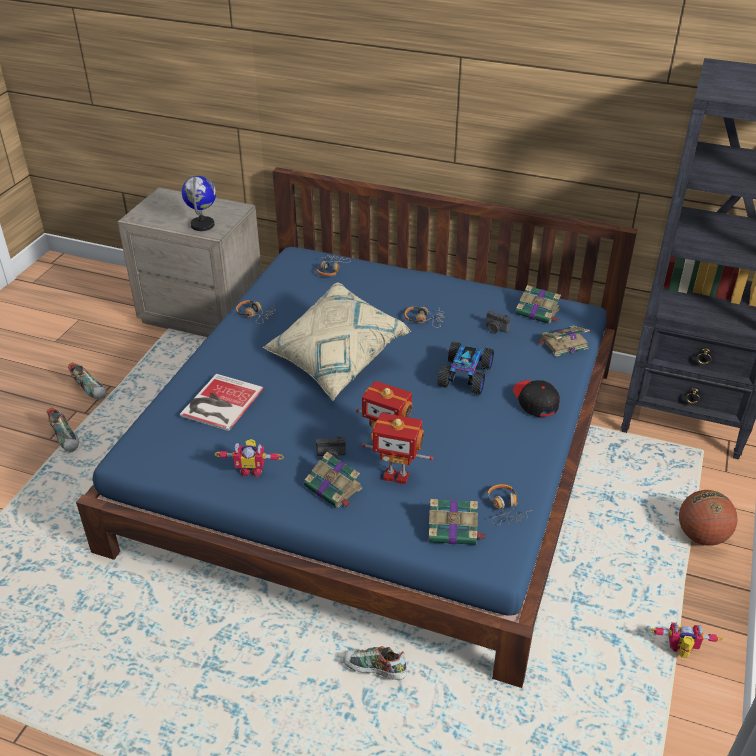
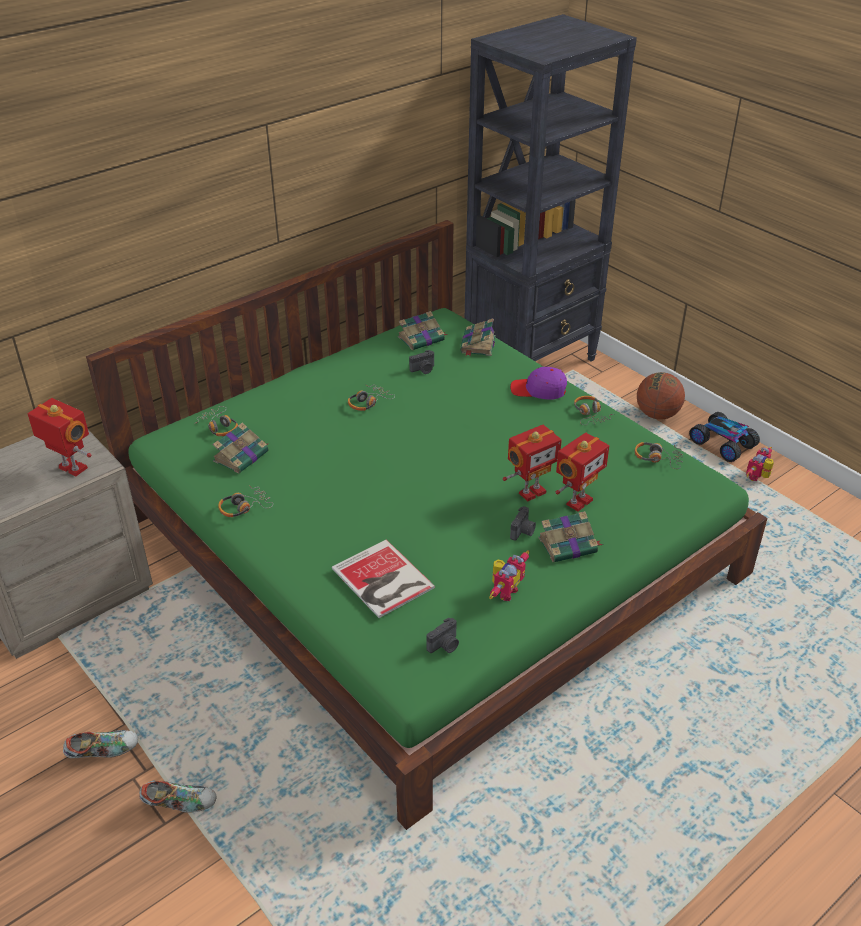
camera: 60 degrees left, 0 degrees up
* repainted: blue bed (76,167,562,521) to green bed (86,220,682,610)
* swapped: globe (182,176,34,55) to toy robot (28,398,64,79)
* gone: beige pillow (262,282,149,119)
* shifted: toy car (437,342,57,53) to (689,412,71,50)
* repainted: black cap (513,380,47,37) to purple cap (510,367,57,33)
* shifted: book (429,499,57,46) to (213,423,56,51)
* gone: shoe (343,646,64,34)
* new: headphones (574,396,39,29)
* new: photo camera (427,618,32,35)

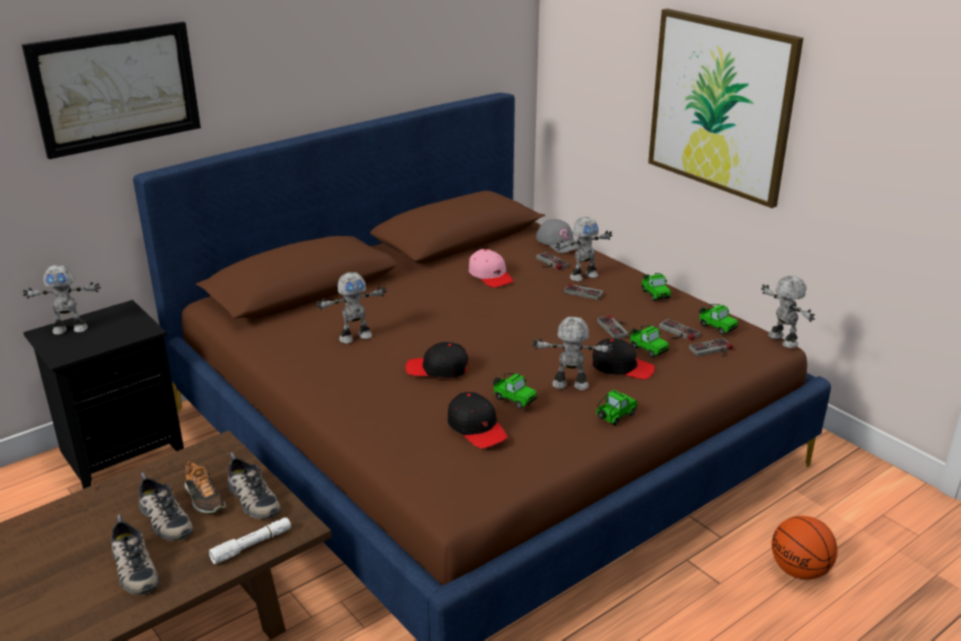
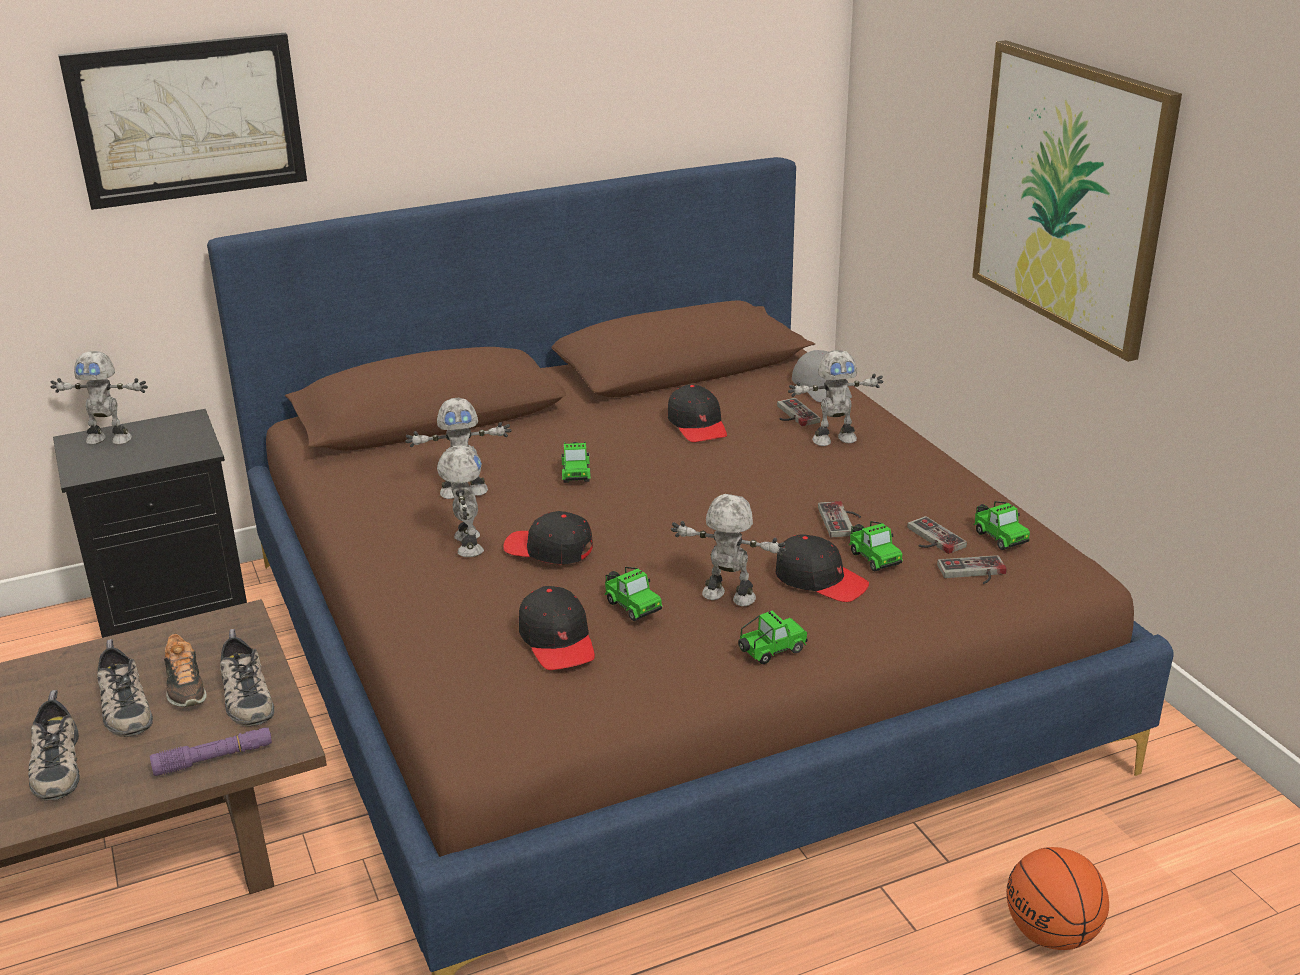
camera: 15 degrees right, 0 degrees up
* repainted: pink cap (469,249,45,39) to black cap (668,384,59,58)
* shifted: toy car (641,273,30,28) to (561,441,30,42)
* shifted: toy robot (761,275,54,73) to (437,446,47,111)
* gone: game controller (564,284,39,16)
* repainted: white flashlight (209,517,82,47) to purple flashlight (150,728,122,48)

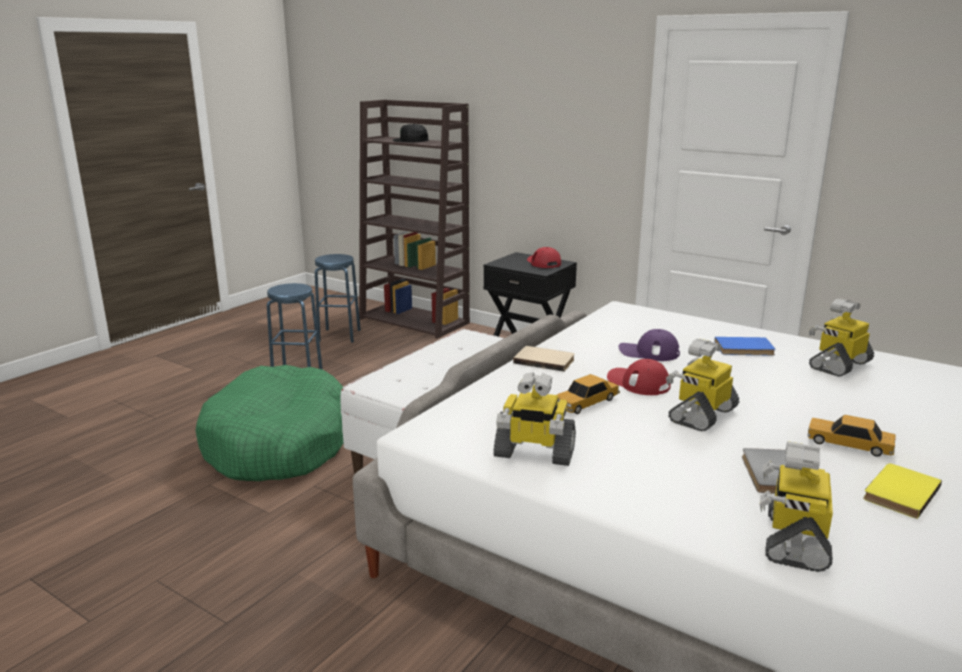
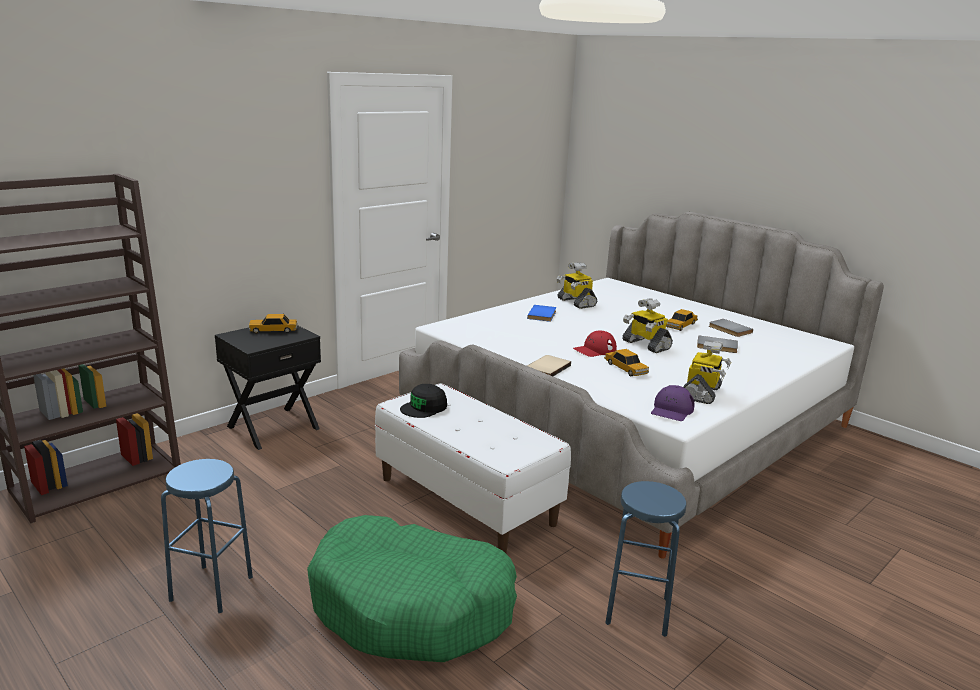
camera: 80 degrees left, 0 degrees up
* shifted: black cap (393,124,36,18) to (400,384,47,34)
* swapped: red cap (527,247,34,21) to toy car (249,314,48,19)
* shifted: blue stool (315,254,46,89) to (605,481,82,156)
* shifted: purple cap (619,329,61,32) to (651,385,44,36)
* gone: toy robot (760,441,73,131)
* repainted: yellow book (863,463,79,56) to grey book (709,319,44,18)

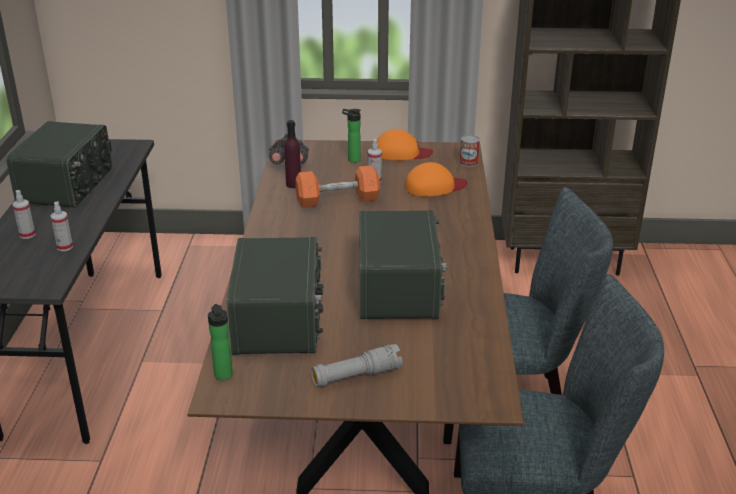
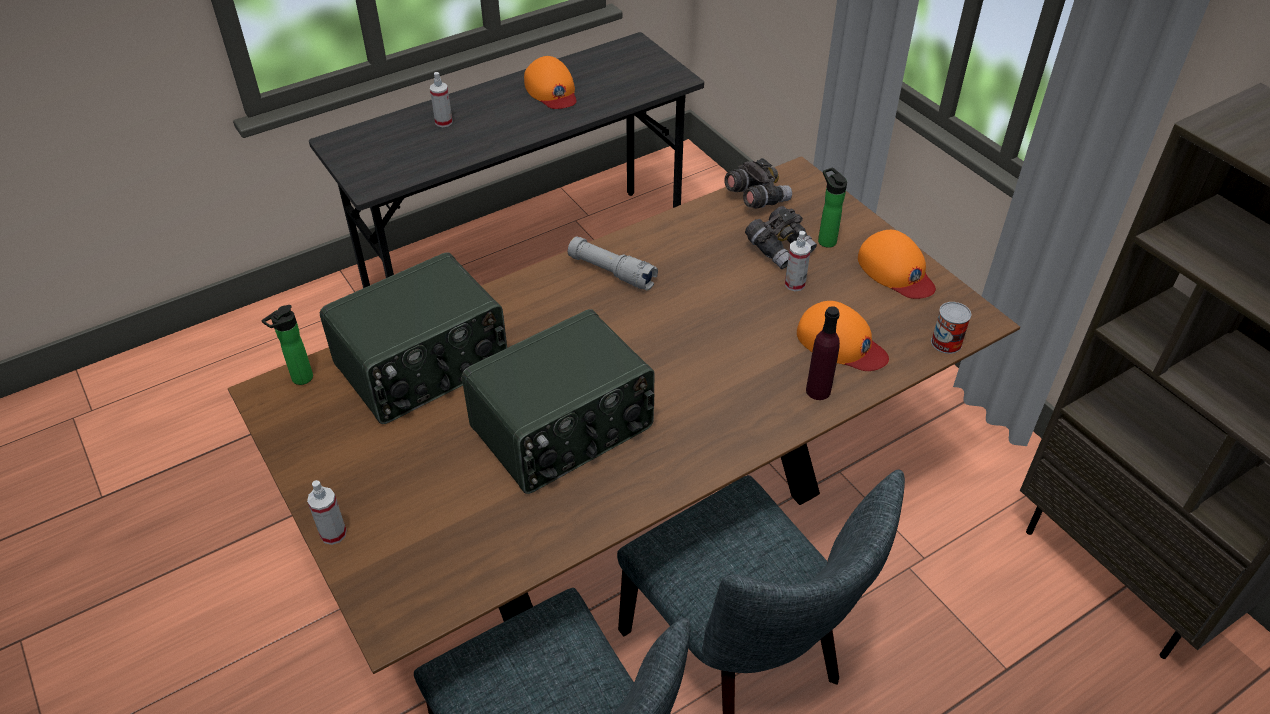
camera: 55 degrees right, 15 degrees up
* shifted: purple bottle (284,120,17,68) to (806,306,34,94)
* swapped: radio (6,121,107,87) to orange cap (524,56,53,53)
* gone: orange dumbbell (295,165,85,43)
* shifted: spray bottle (51,202,22,49) to (307,480,40,65)
* shifted: grey flashlight (311,344,91,43) to (568,237,90,54)
* new: grey binoculars (745,206,72,63)

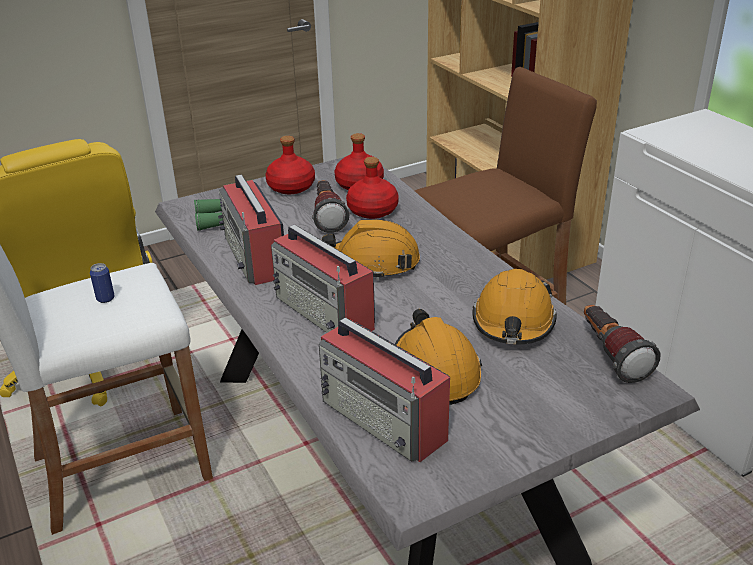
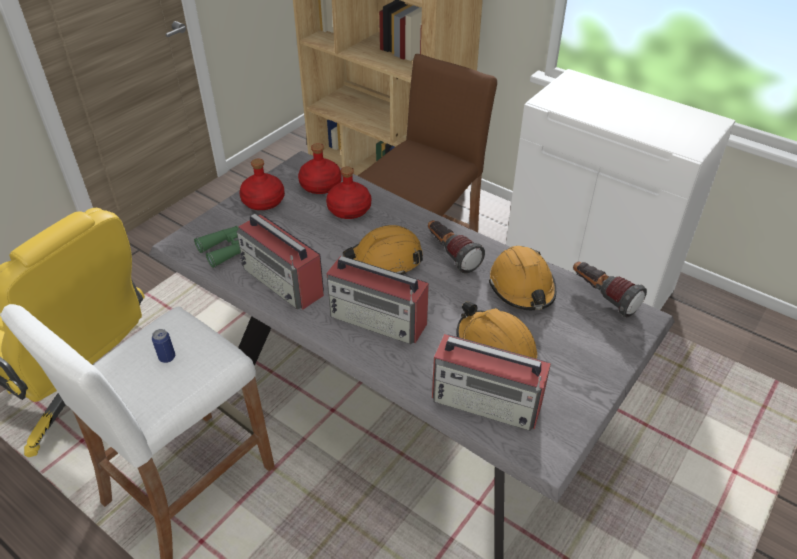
camera: 25 degrees left, 10 degrees up
* shifted: flashlight (312,180,38,53) to (428,220,57,53)

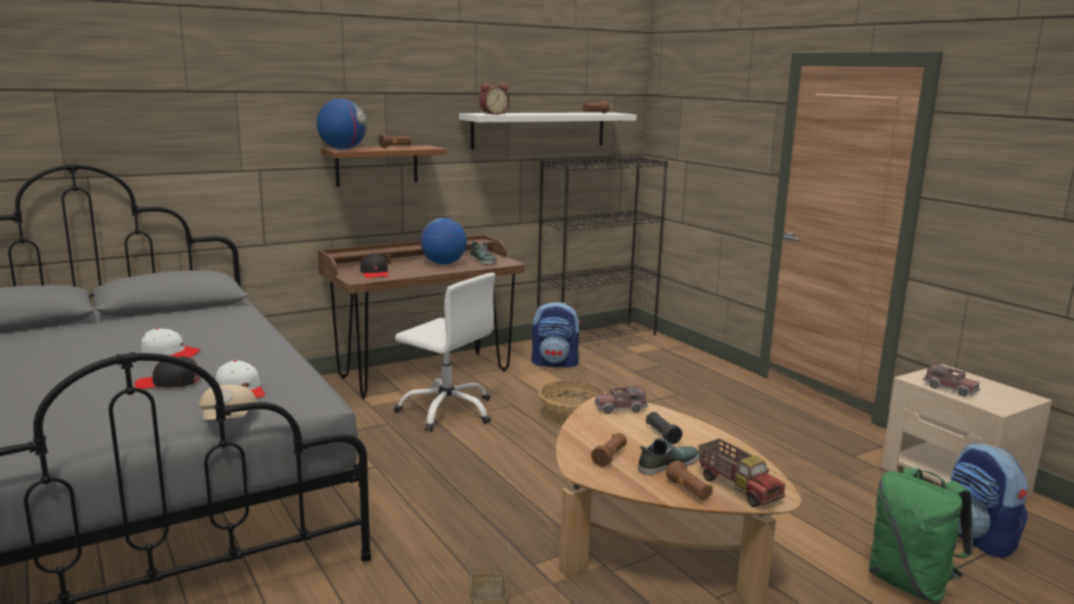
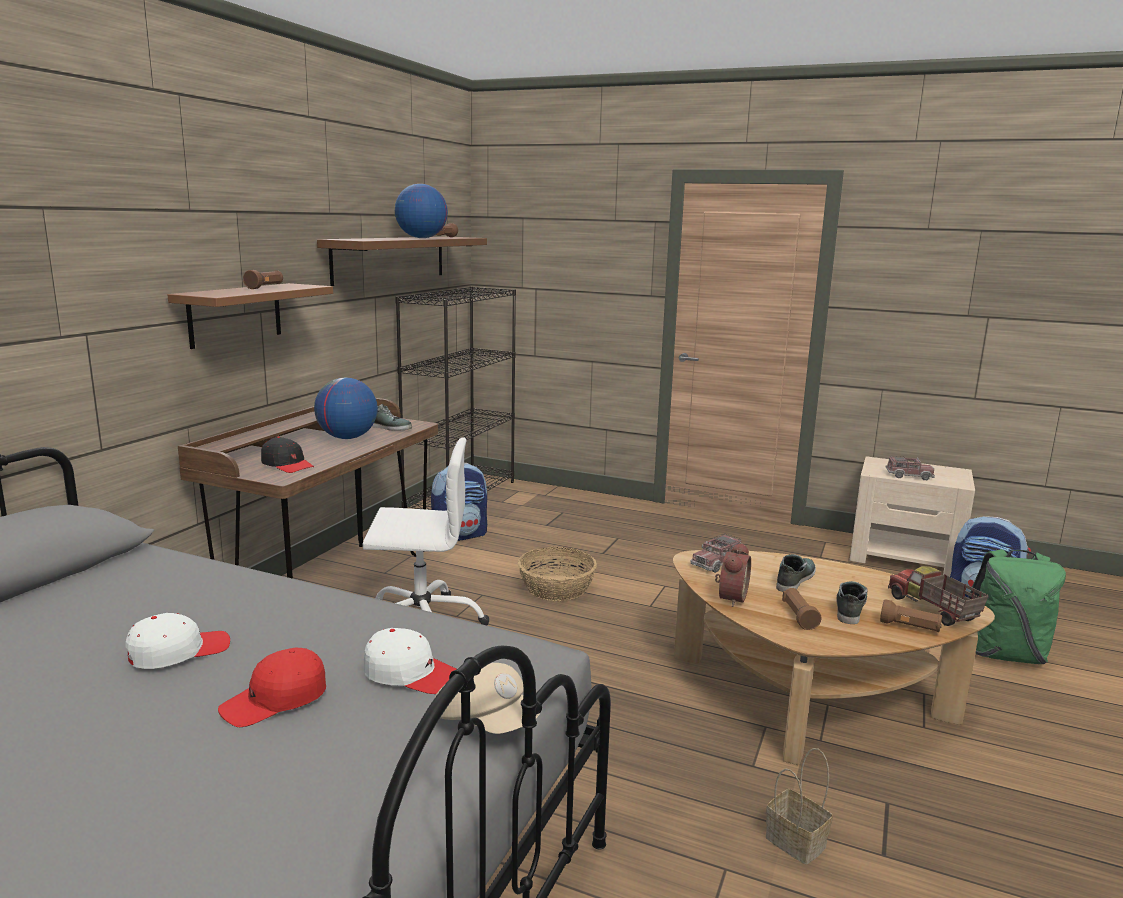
camera: 35 degrees left, 0 degrees up
* shifted: alarm clock (479,83,30,32) to (715,543,36,64)
* shifted: globe (317,99,50,50) to (395,184,53,54)
* repainted: white shelf (459,112,178,37) to brown shelf (317,237,170,49)
* repainted: black cap (134,356,66,33) to red cap (218,648,108,79)
* swapped: black flashlight (646,412,36,33) to shoe (776,554,40,38)
* rotated: toy truck (698,438,88,69) = (888,566,101,60) 135 degrees counterclockwise

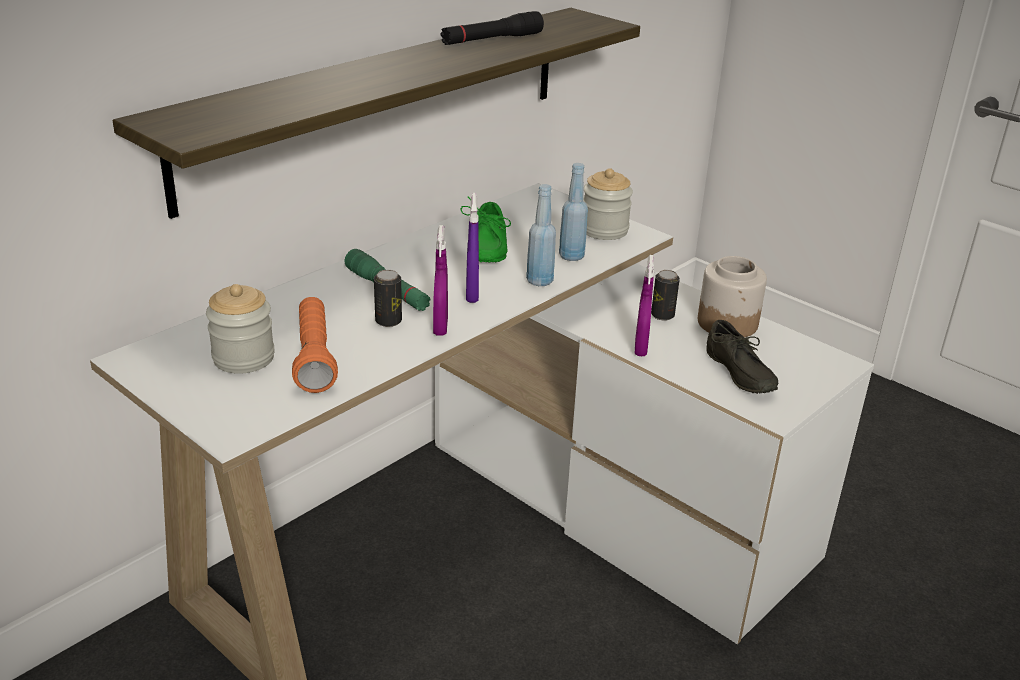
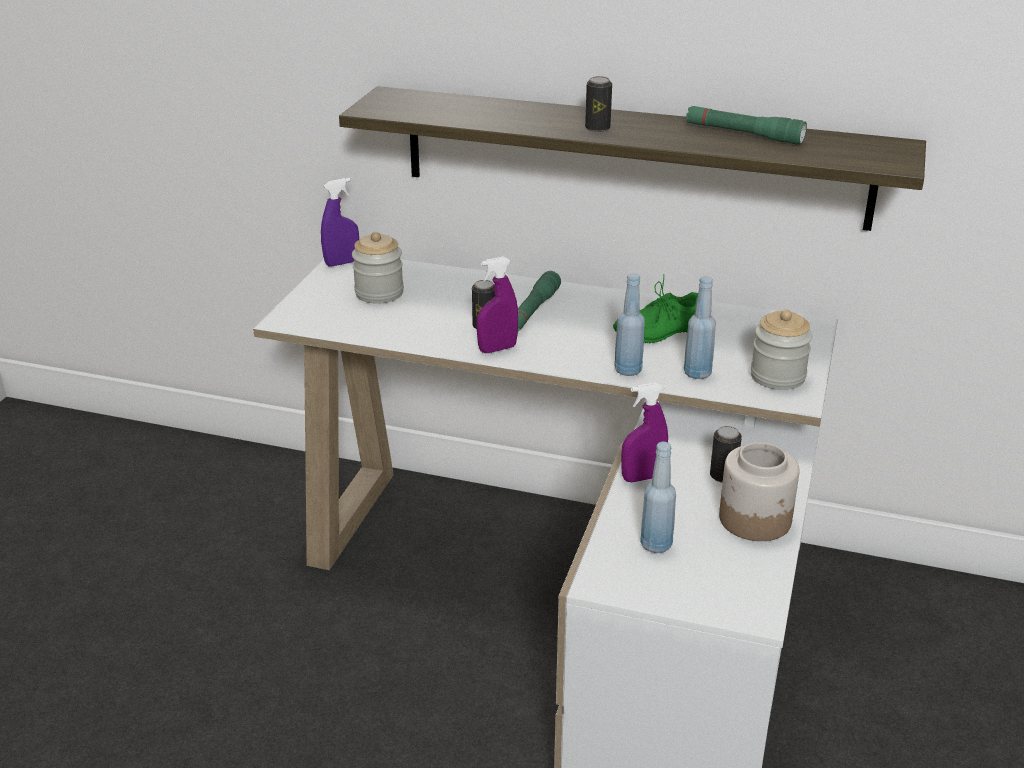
camera: 65 degrees right, 0 degrees up
* repainted: black flashlight (440,11,104,34) to green flashlight (686,106,121,39)
* shifted: purple spray bottle (466,193,13,110) to (321,178,38,89)
* gone: orange flashlight (292,297,46,96)
* swapped: grey shoe (706,320,72,74) to blue bottle (640,442,36,111)
* new: can (585,76,27,56)

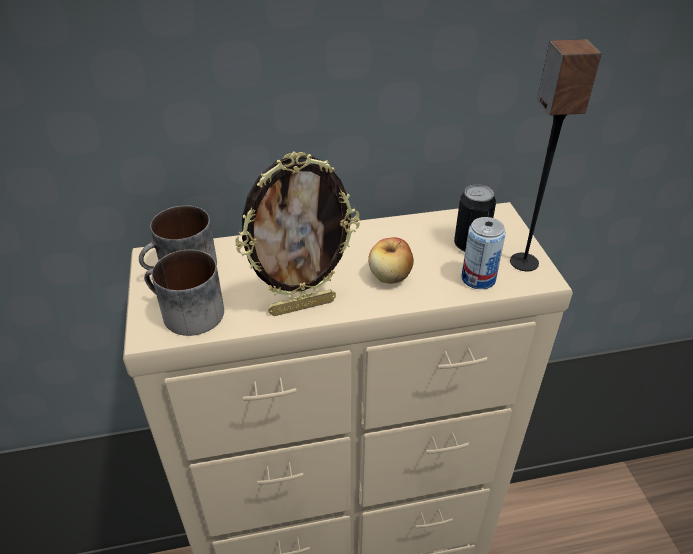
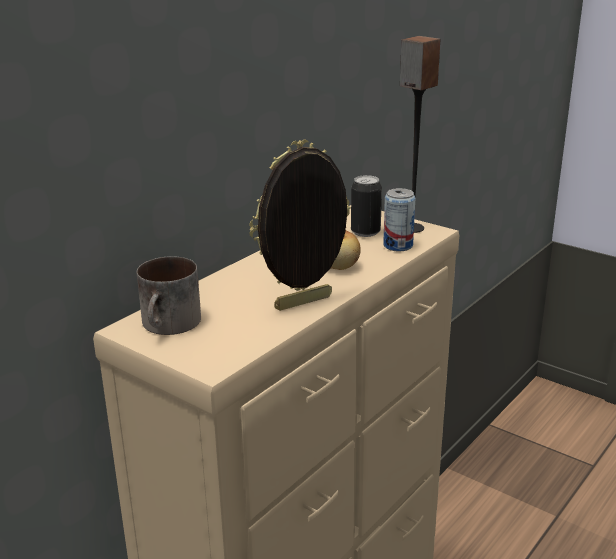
camera: 40 degrees left, 15 degrees down
* rotated: picture frame (235,151,125,165) = (249,139,102,172) 150 degrees counterclockwise
* gone: mug (144,250,80,86)

